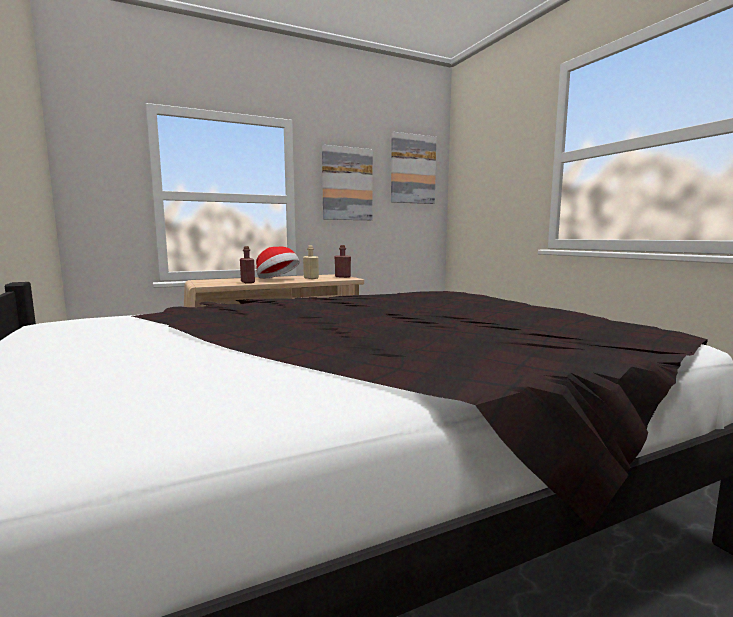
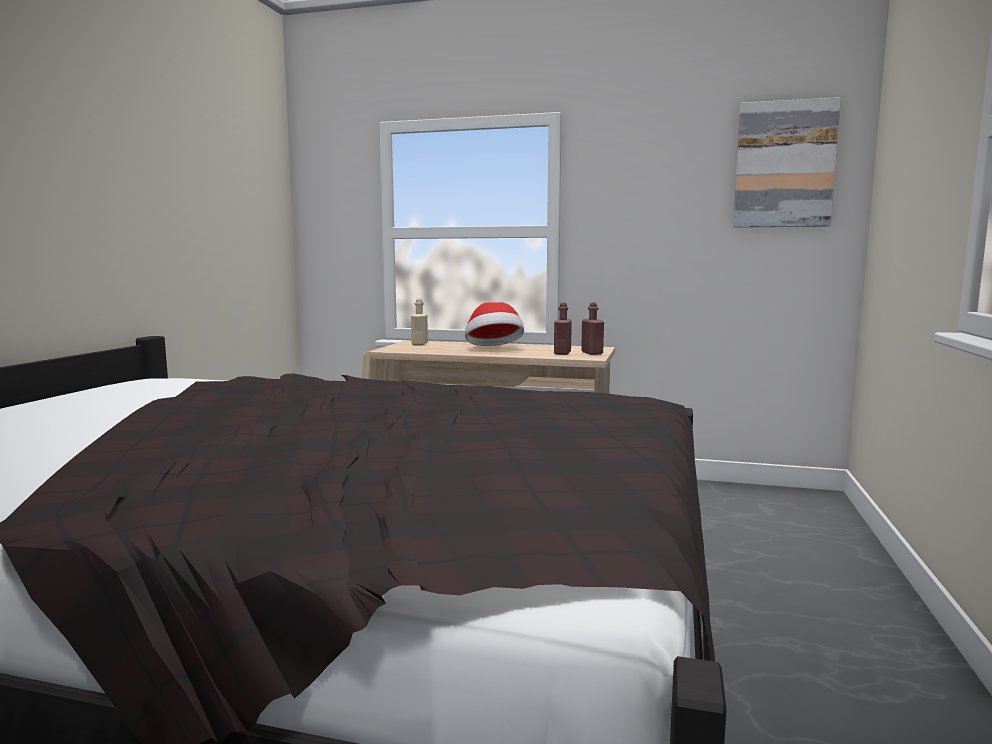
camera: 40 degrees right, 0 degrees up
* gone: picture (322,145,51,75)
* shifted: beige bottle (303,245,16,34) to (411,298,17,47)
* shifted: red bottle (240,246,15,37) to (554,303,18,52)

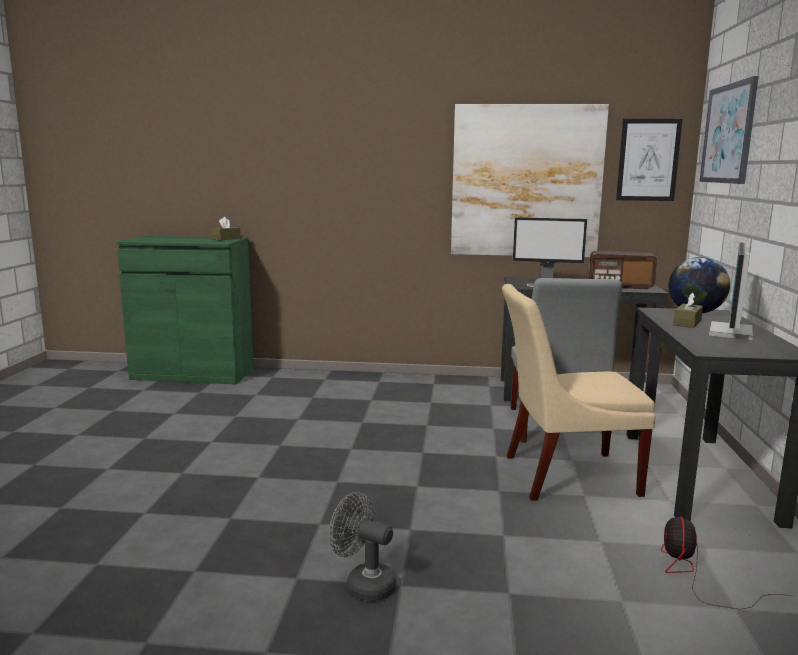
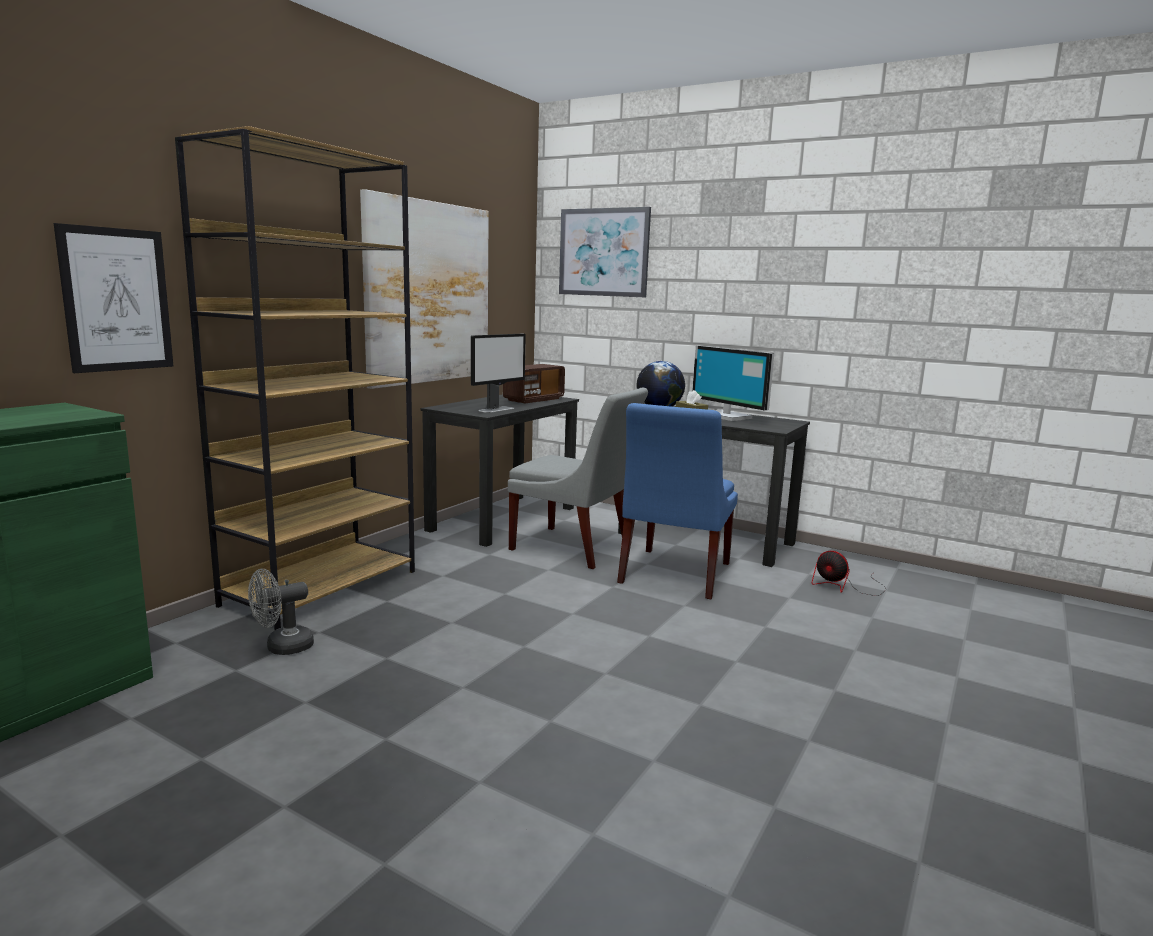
camera: 65 degrees left, 0 degrees up
* shifted: picture (616,119,66,82) to (54,223,119,150)
* gone: brown tissue box (211,217,30,24)
* repainted: beige chair (502,284,154,217) to blue chair (617,403,121,196)
* shifted: grey fan (329,492,68,109) to (248,569,66,86)
* new: brown bookcase (175,126,240,504)

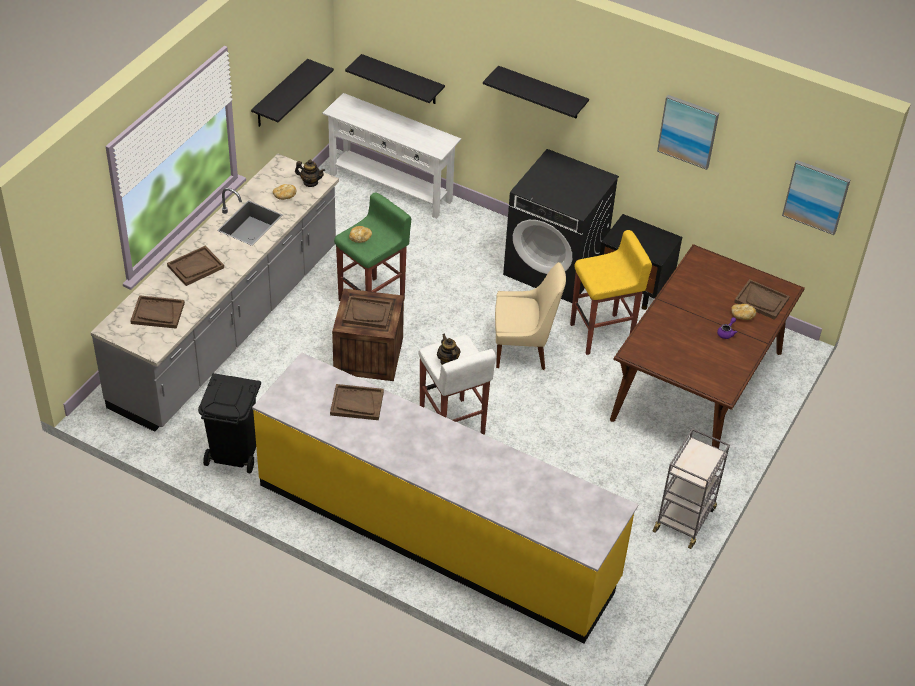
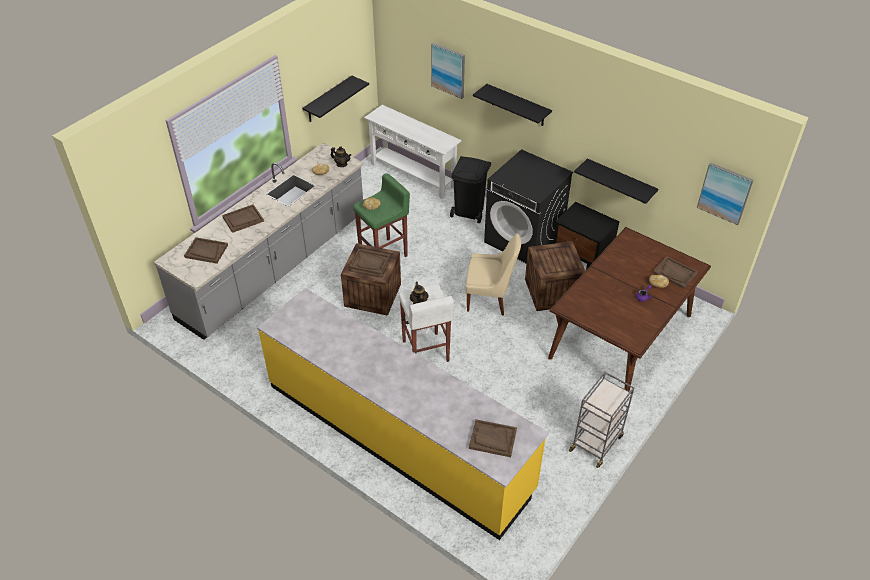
camera: 10 degrees right, 0 degrees up
* shifted: black shelf (345,54,100,50) to (574,159,84,45)
* shifted: picture (657,95,62,75) to (431,43,34,56)
* swapped: yellow stool (570,230,82,125) to crate (525,241,60,70)
* shifted: black trash can (198,373,63,101) to (450,156,41,67)
* shifted: brown tray (330,384,54,36) to (469,419,48,38)

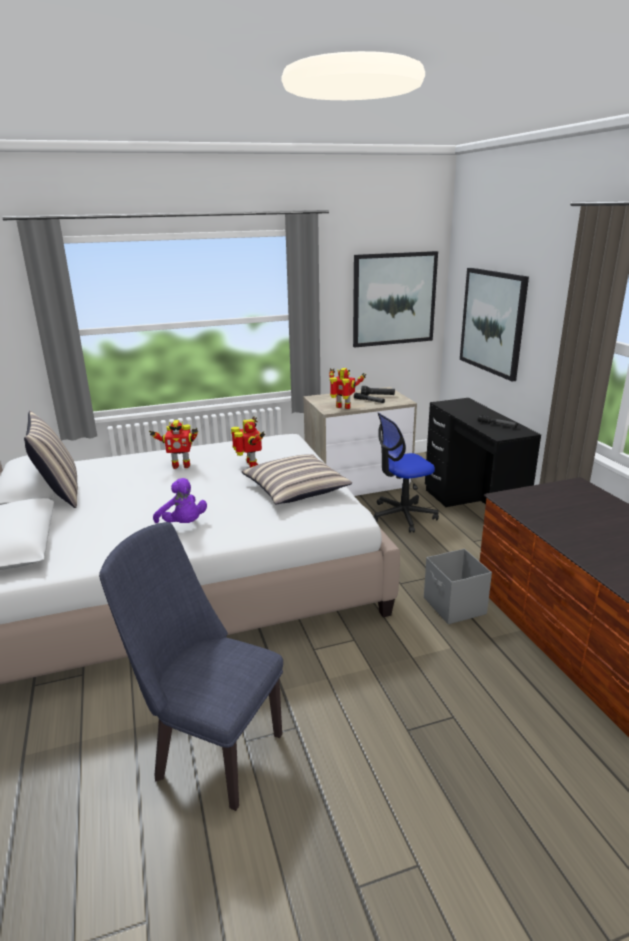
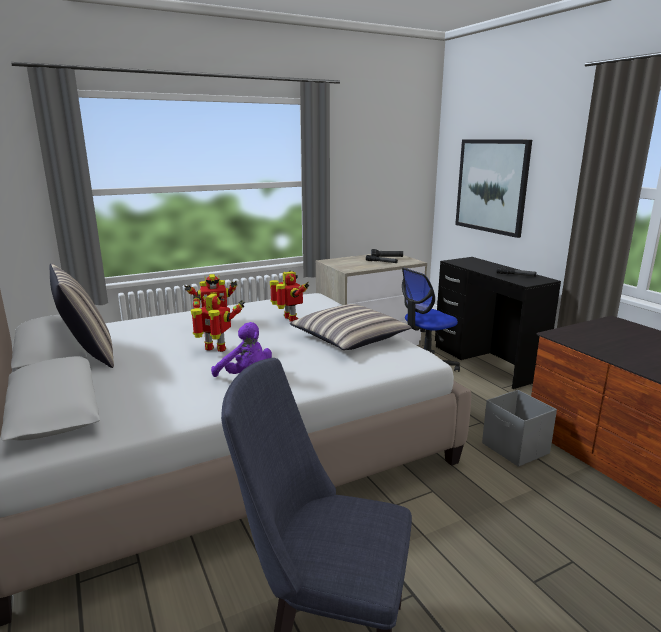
camera: 10 degrees left, 5 degrees down
* gone: picture (353,251,85,96)
* shifted: toy robot (329,368,37,41) to (191,294,54,58)

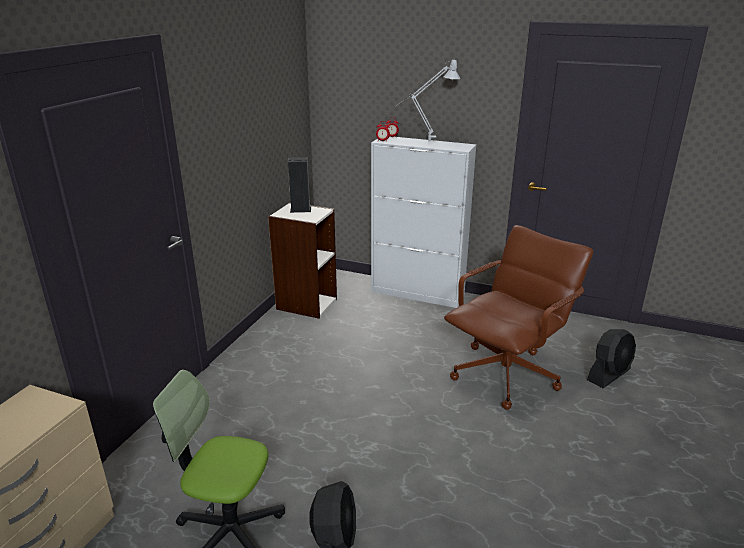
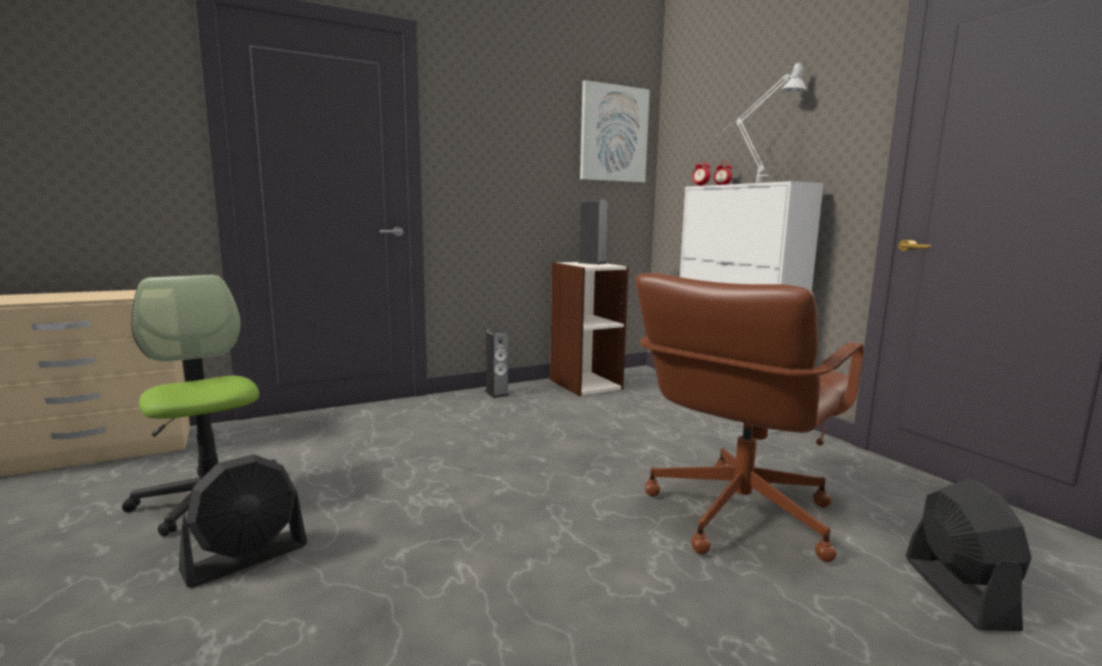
camera: 40 degrees right, 15 degrees down
* rotated: brown office chair (444,225,149,185) = (636,273,228,289) 135 degrees clockwise
* rotated: black fan (587,329,49,59) = (906,479,126,152) 90 degrees counterclockwise
* new: picture (580,80,70,103)
* new: speaker (485,329,24,69)

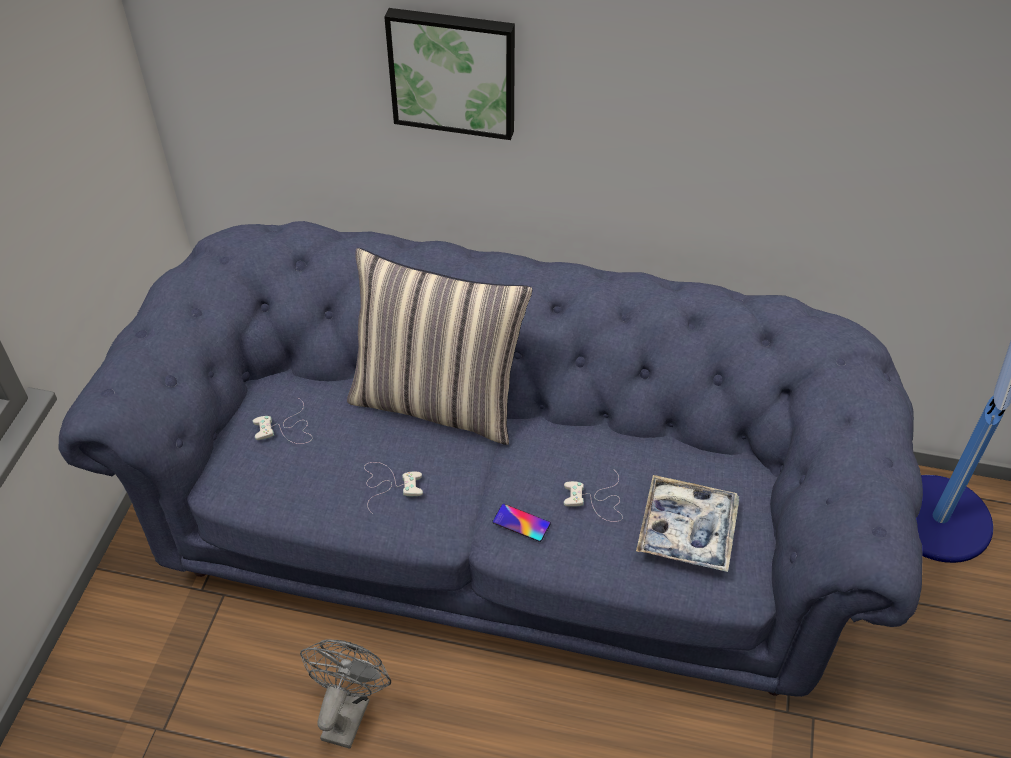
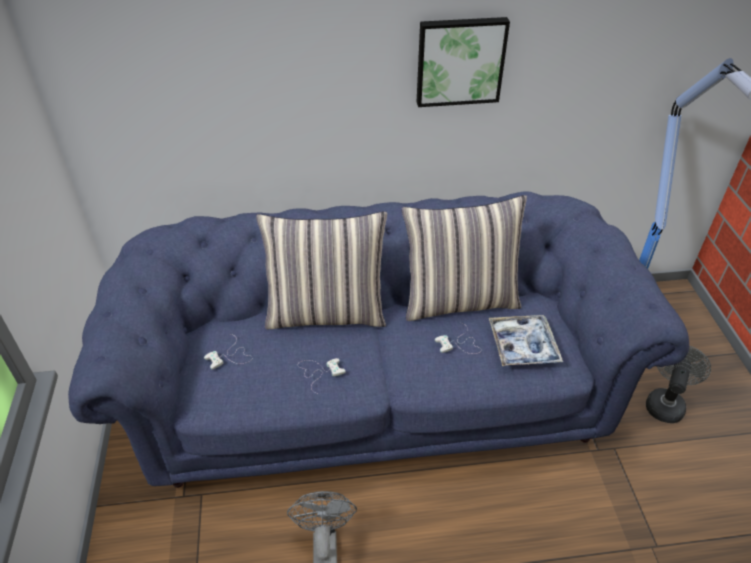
camera: 20 degrees left, 5 degrees down
* shifted: picture (384,8,131,132) to (417,17,93,90)
* gone: phone (492,504,59,38)
* new: pillow (402,195,125,126)
* new: grey fan (646,346,65,77)

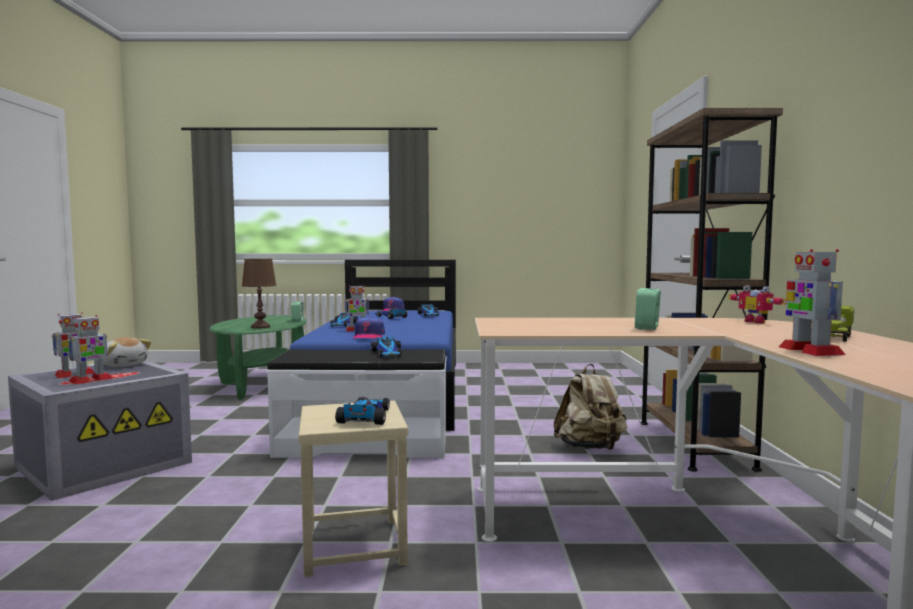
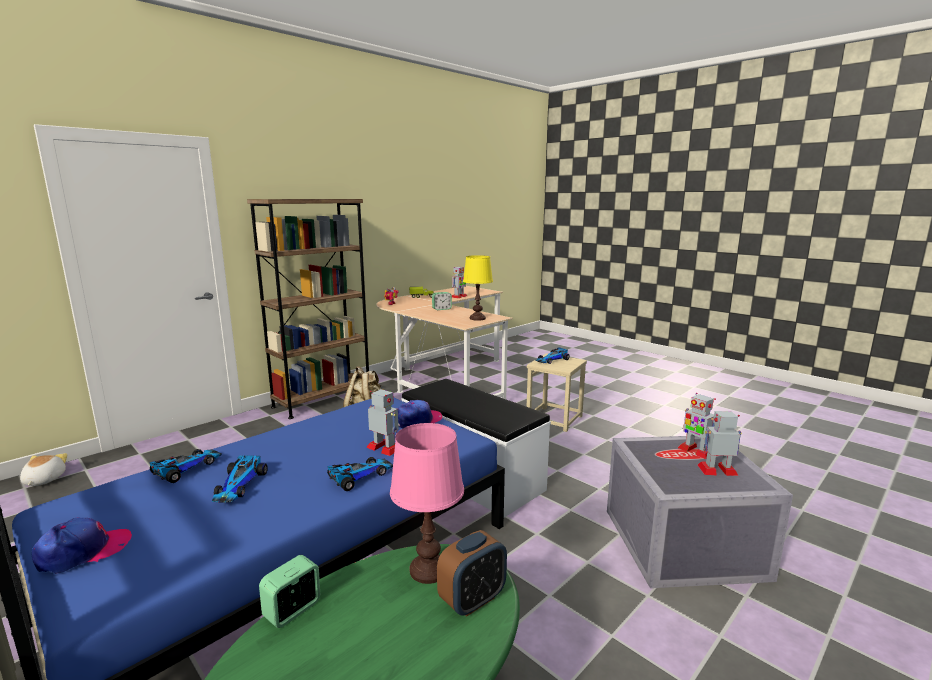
camera: 135 degrees left, 10 degrees up
* repainted: brown table lamp (242,259,35,70) to pink table lamp (390,423,74,161)
* rotated: toy robot (67,315,46,69) = (678,393,38,66) 120 degrees counterclockwise
* shifted: plush toy (103,337,49,30) to (20,453,48,33)
* gone: toy car (371,337,30,20)
* new: yellow table lamp (463,255,30,66)
* new: alarm clock (437,530,70,87)

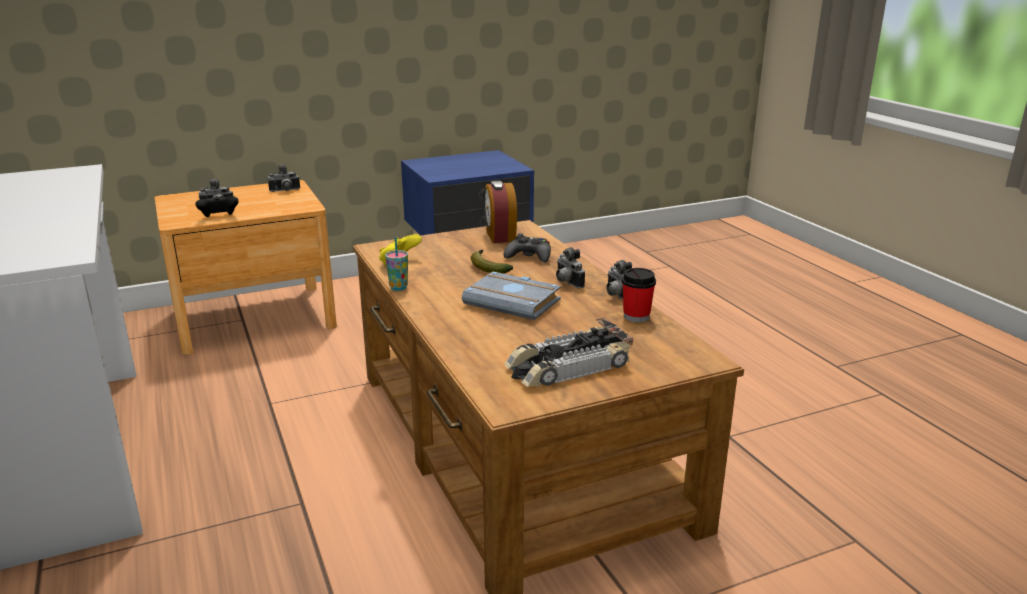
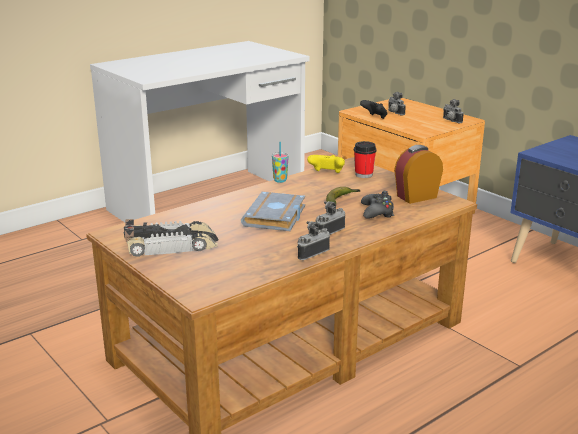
camera: 75 degrees right, 0 degrees up
* shifted: cup (622,268,34,54) to (354,141,23,37)
* rotated: toy car (504,318,129,69) = (123,219,96,38) 120 degrees clockwise

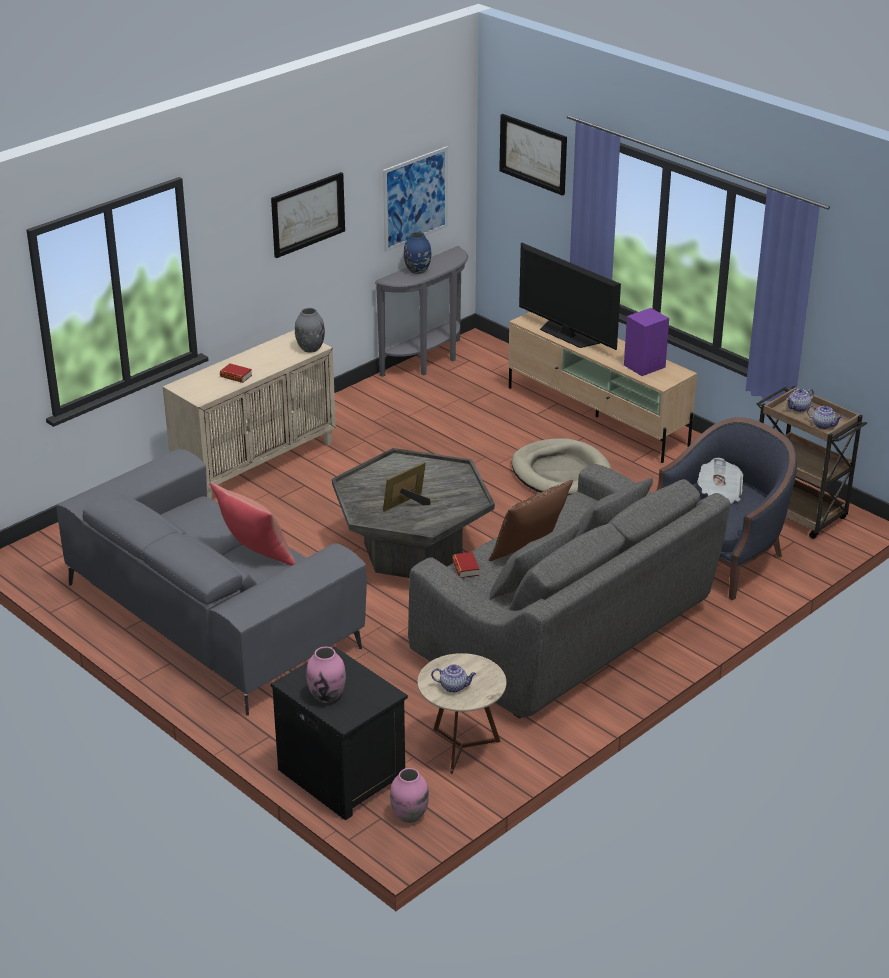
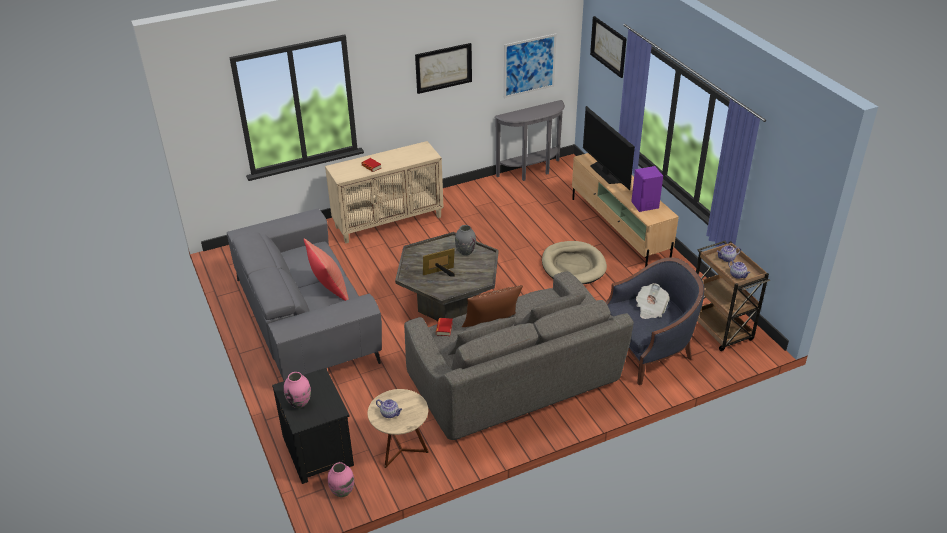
camera: 20 degrees right, 5 degrees up
* gone: blue vase (404,232,27,42)
* shifted: grey vase (295,308,30,45) to (455,225,21,30)

